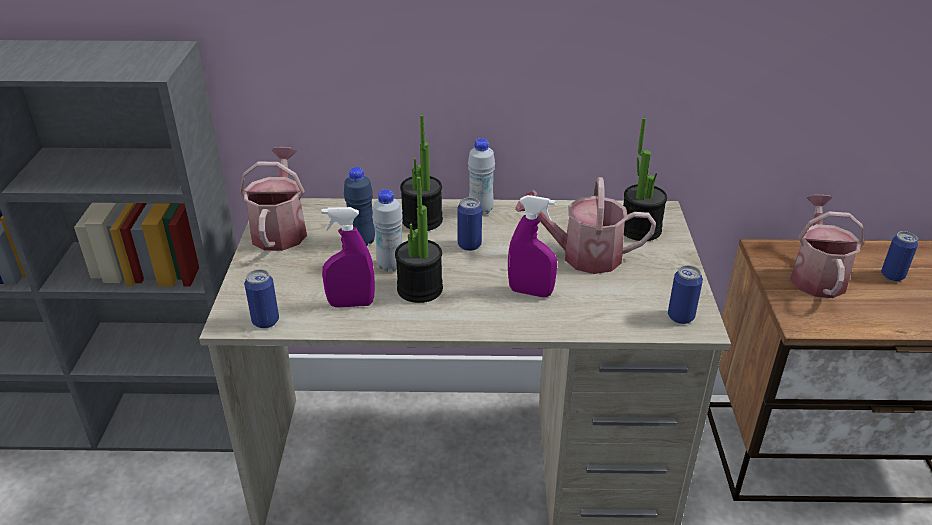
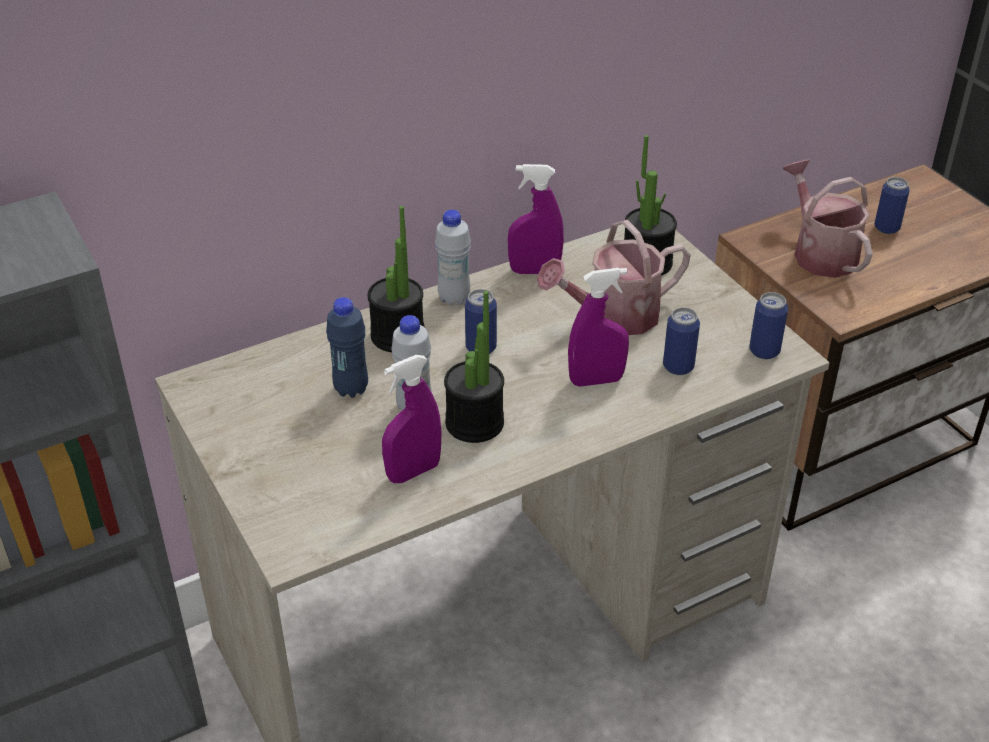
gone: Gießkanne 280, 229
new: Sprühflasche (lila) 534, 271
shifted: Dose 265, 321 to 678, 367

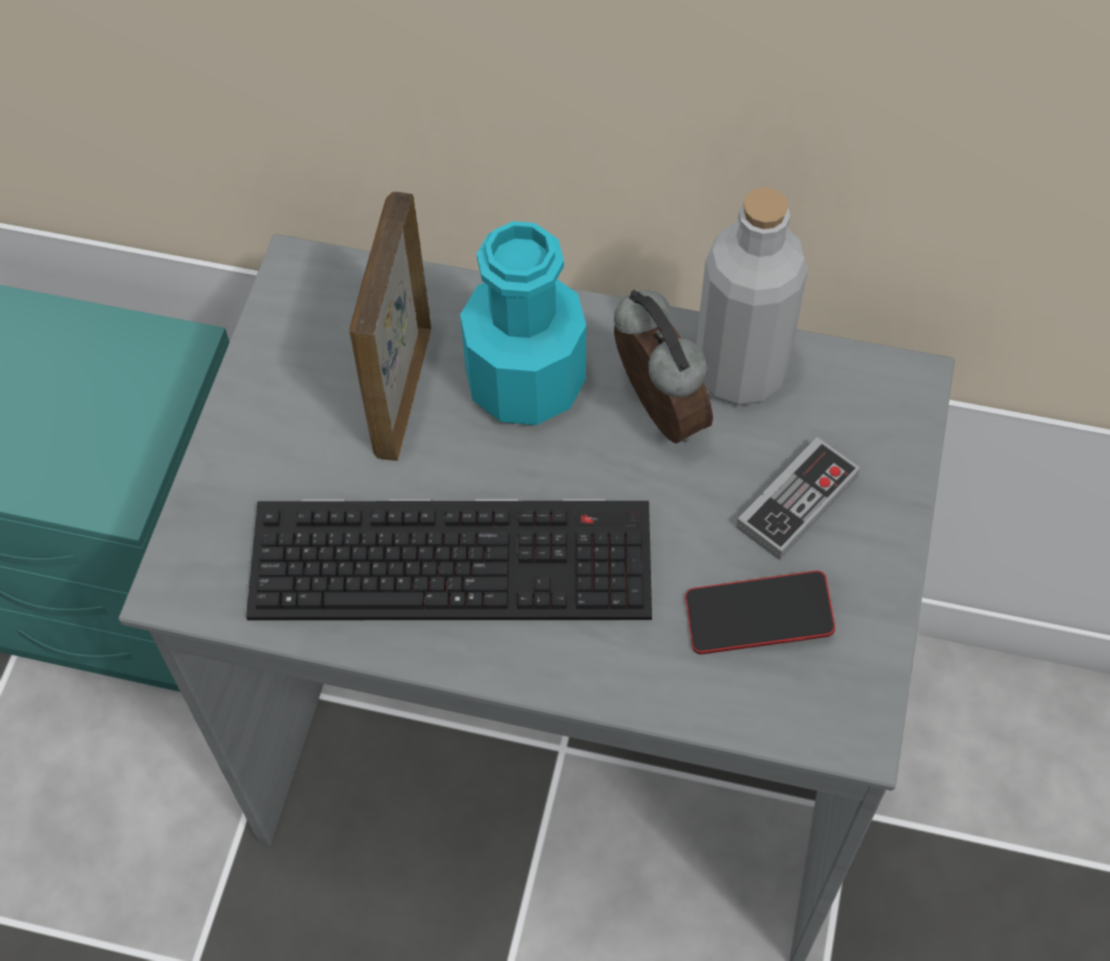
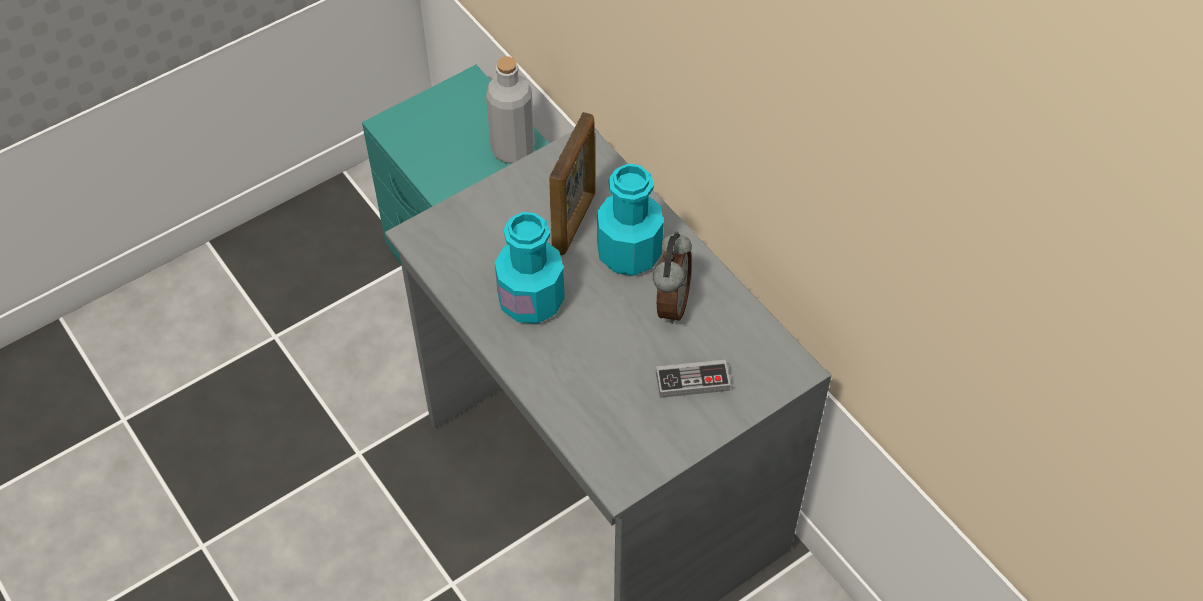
gone: Handy 758, 617
shifted: Flasche (grau) 740, 371 to 513, 150
swapped: Tastatur 456, 556 to Flasche (türkis) 531, 300
rotated: Bilderrahmen 402, 393 = 574, 222 150 degrees clockwise

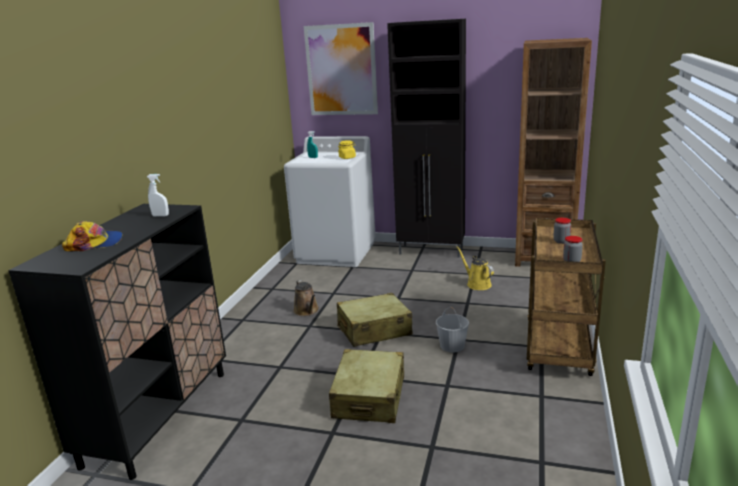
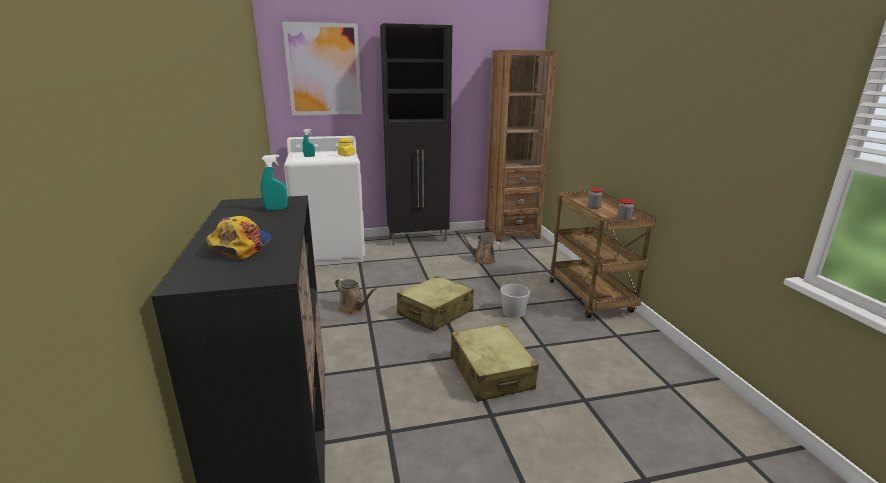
repainted: Sprühflasche (weiß) 160, 216 to Sprühflasche (türkis) 276, 209; Gießkanne (gelb) 477, 284 to Gießkanne (braun) 482, 260
rotated: Kappe 95, 243 = 240, 246 45 degrees counterclockwise

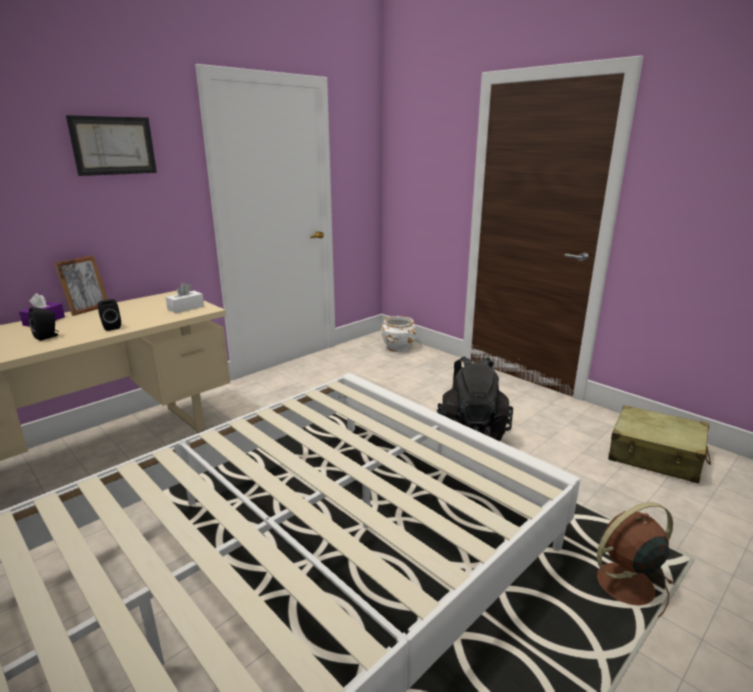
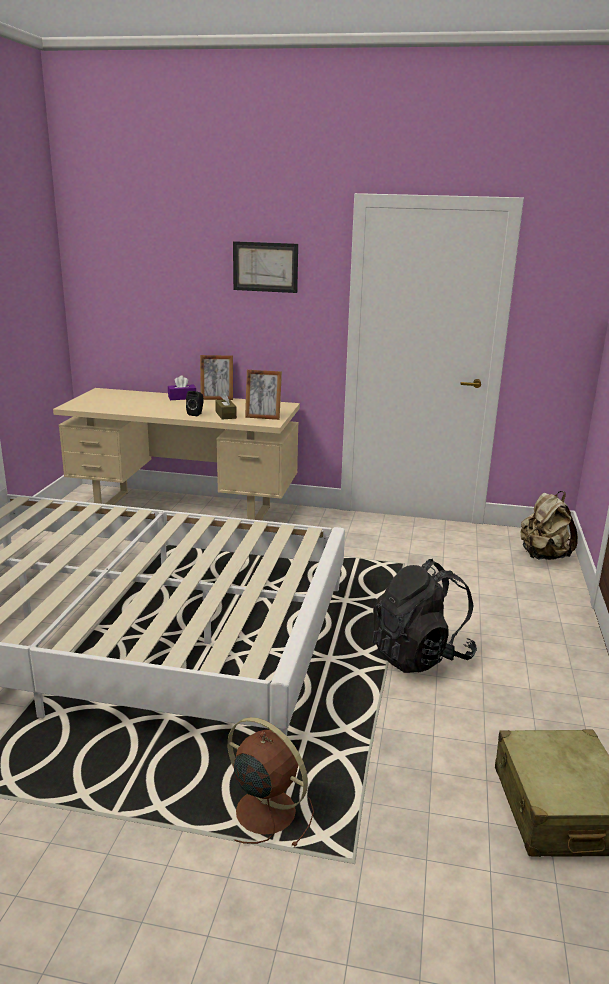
gone: Lautsprecher (schwarz) 48, 336
new: Taschentuchbox (braun) 226, 415
swapped: Taschentuchbox (weiß) 186, 308 to Bilderrahmen 263, 417; Pflanzkübel (weiß) 398, 347 to Rucksack (beige) 543, 556

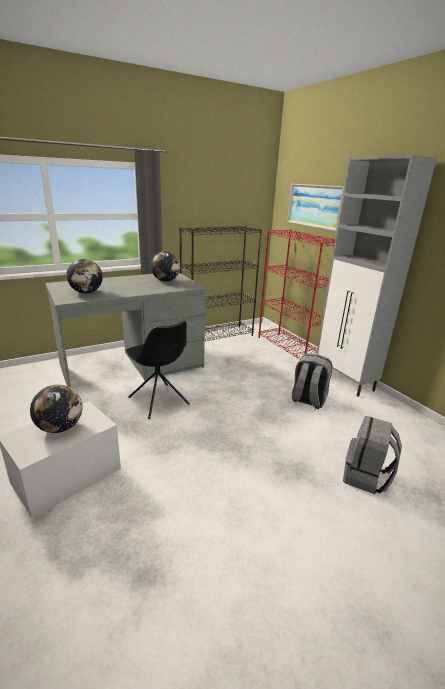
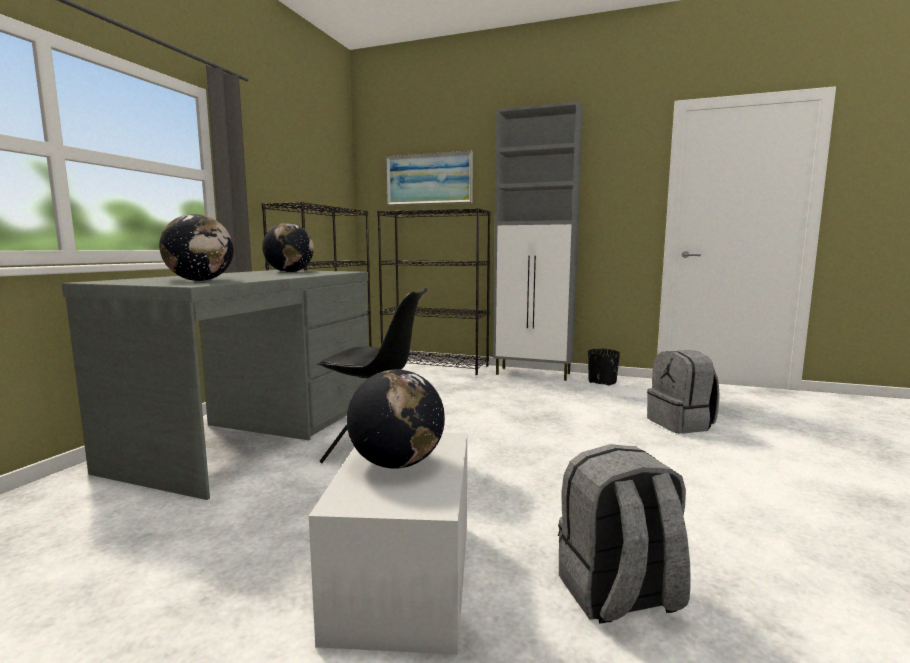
new: Pflanzkübel (schwarz) 602, 382
shifted: Rucksack (grau) 308, 400 to 618, 595
repainted: Bücherregal (rot) 290, 348 to Bücherregal (schwarz) 435, 366

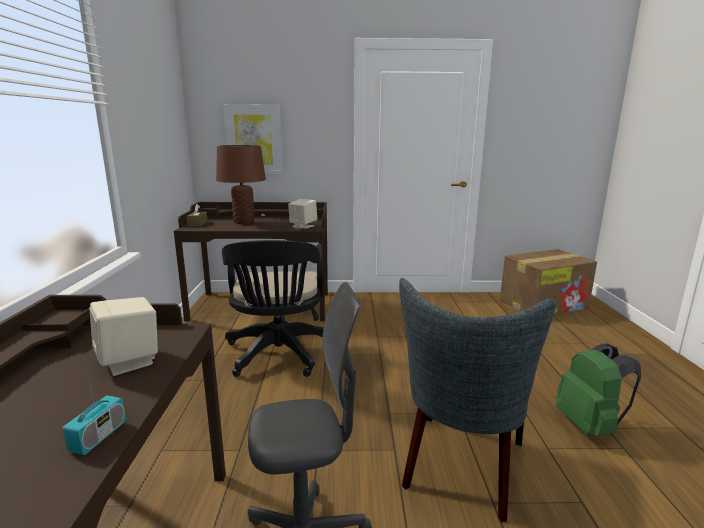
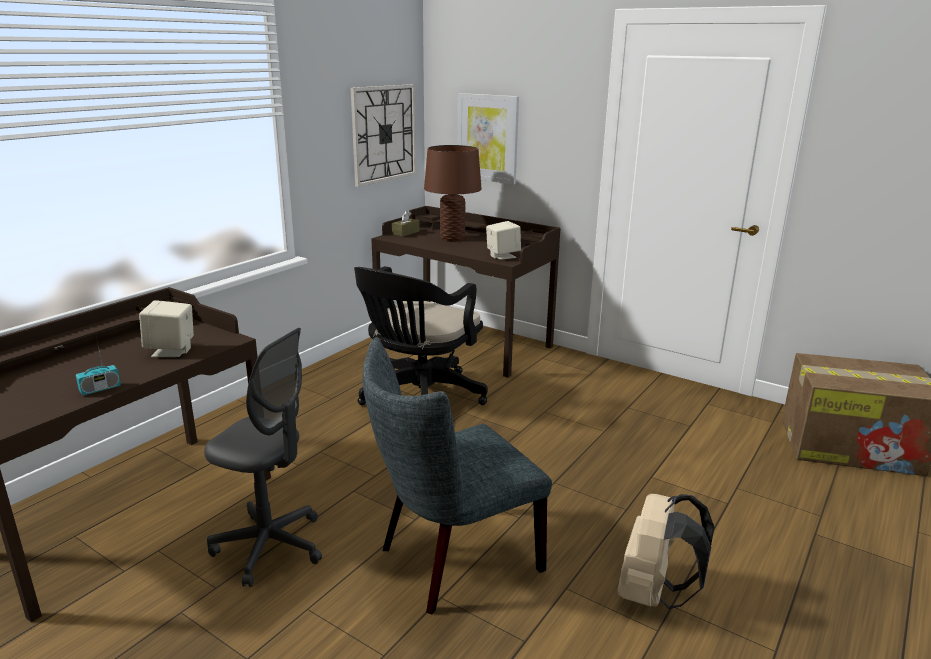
new: Wanduhr 384, 134
repainted: Rucksack (grün) 589, 425 to Rucksack (beige) 653, 594

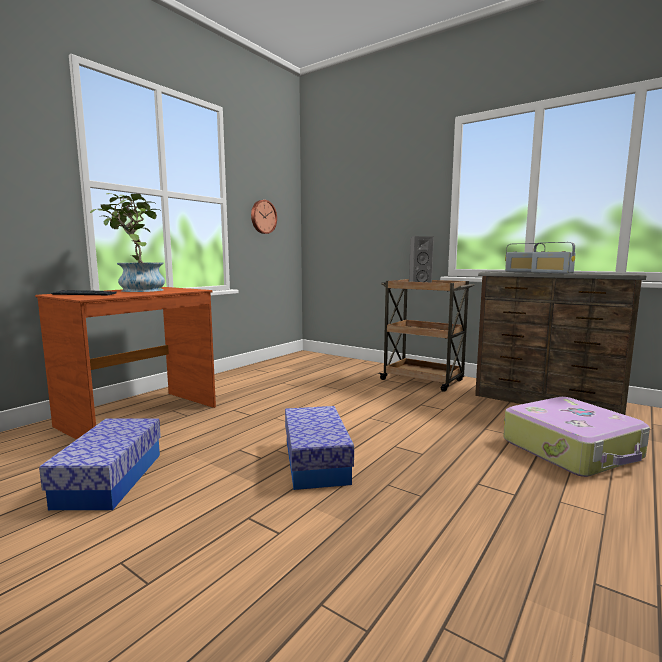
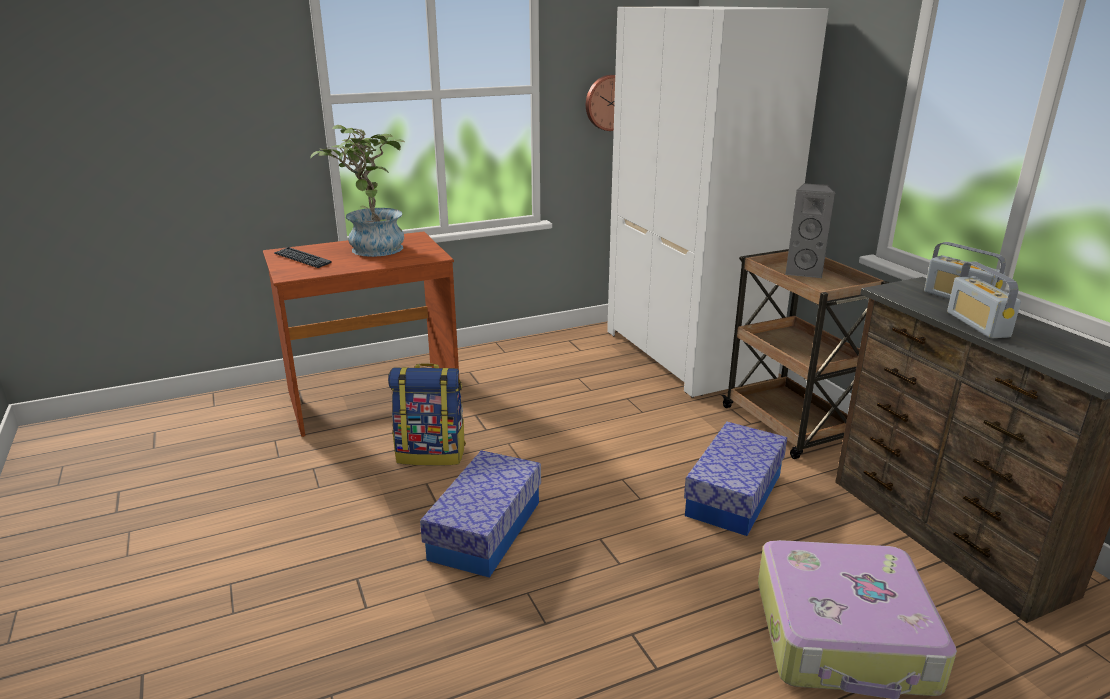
new: Rucksack 432, 454; Kleiderschrank (weiß) 689, 354
shifted: Aufbewahrungsbox 110, 479 to 734, 495

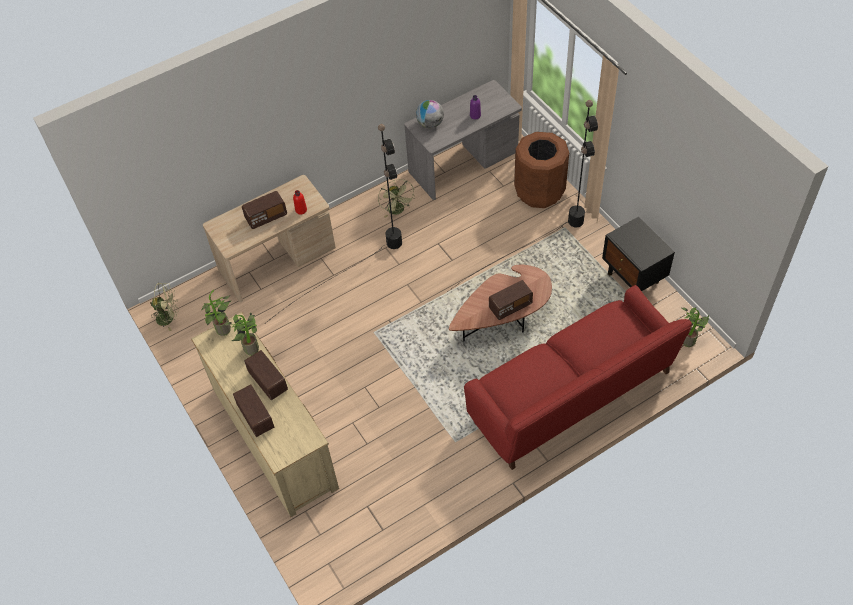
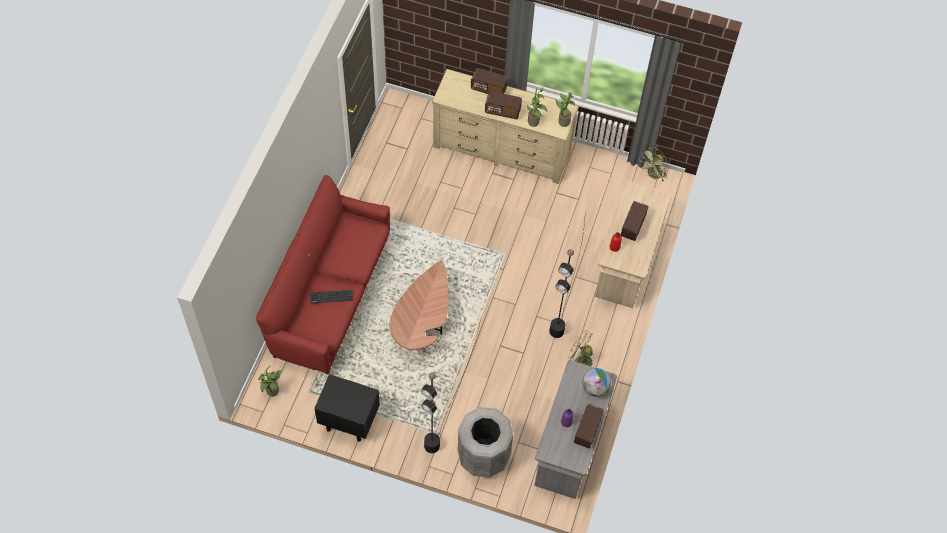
new: Tastatur 331, 296
shifted: Radio 510, 306 to 587, 430
repainted: Mülleimer (braun) 539, 192 to Mülleimer (grau) 483, 456

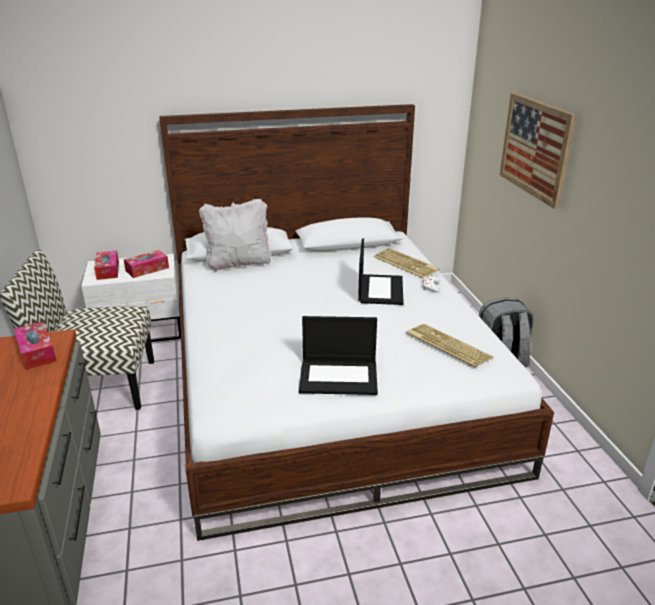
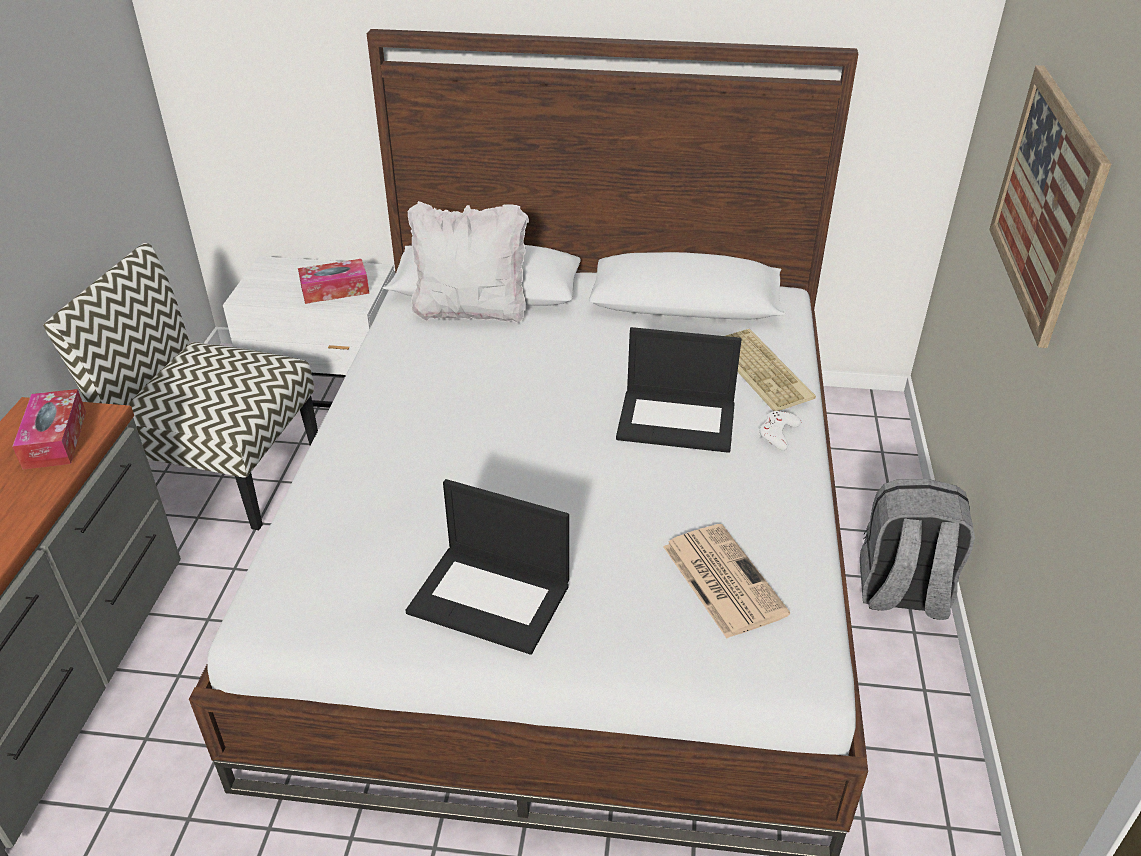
gone: Taschentuchbox 108, 270
swapped: Tastatur 446, 346 to Zeitung 721, 579
rotated: Laptop 380, 289 = 678, 420 75 degrees clockwise

